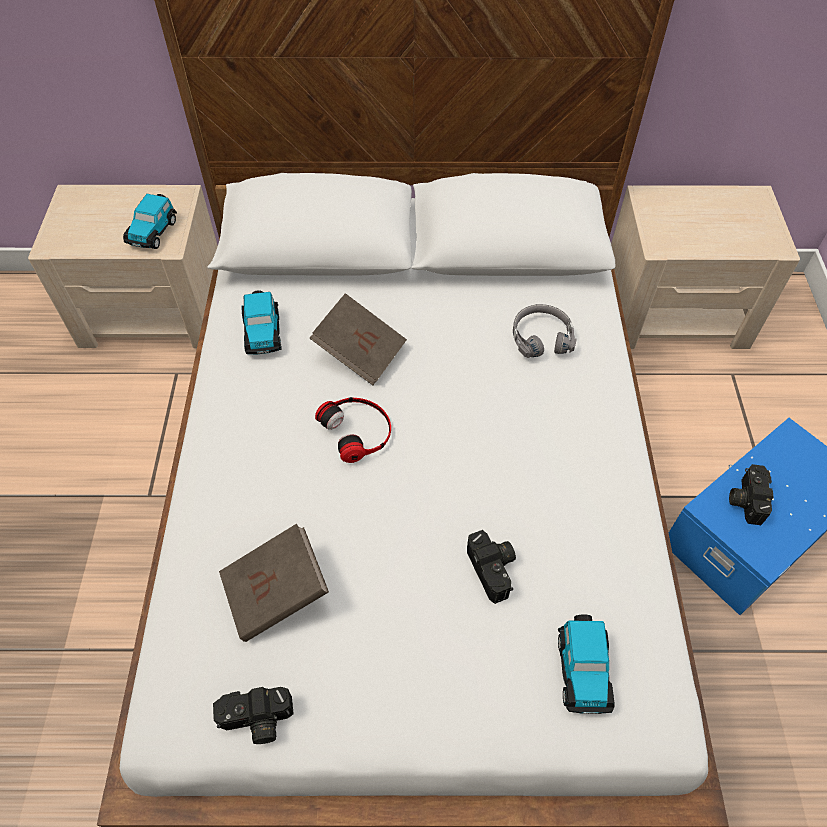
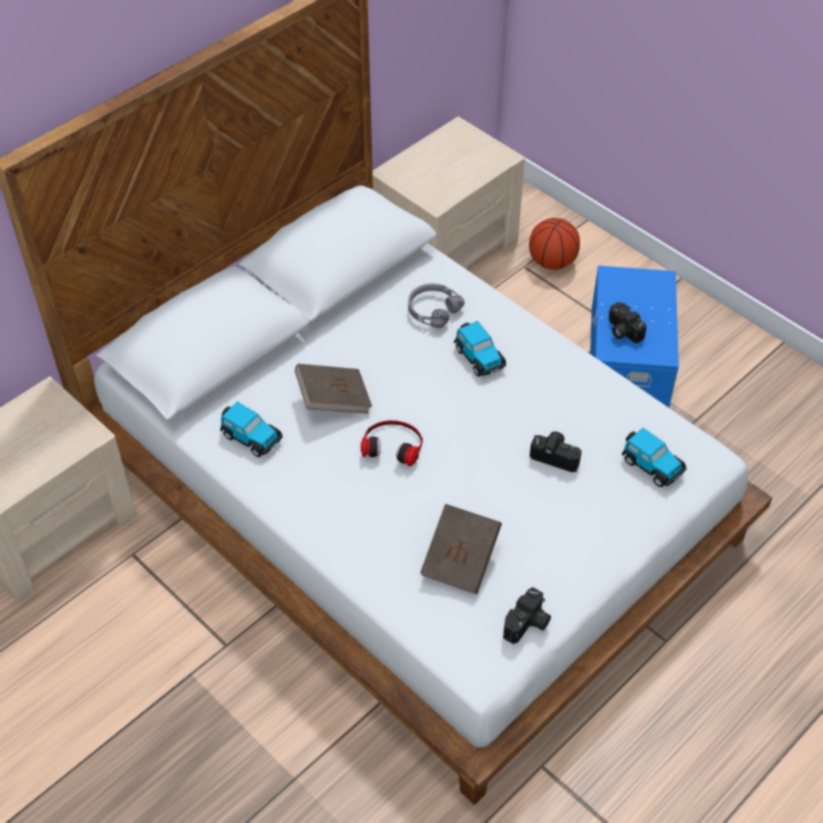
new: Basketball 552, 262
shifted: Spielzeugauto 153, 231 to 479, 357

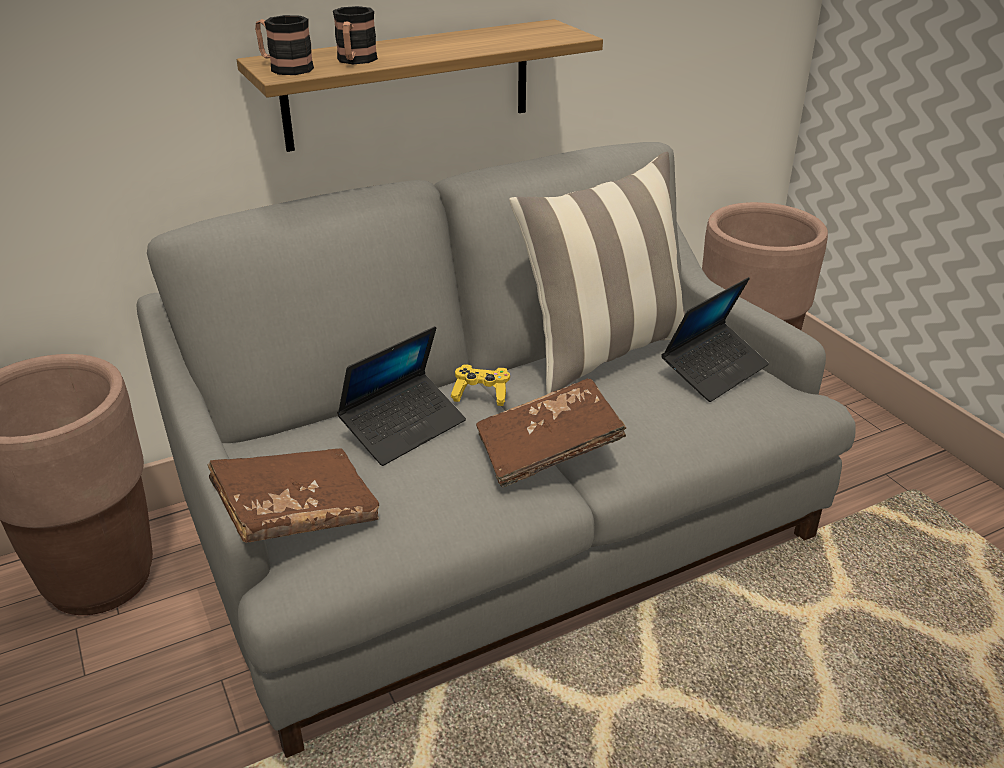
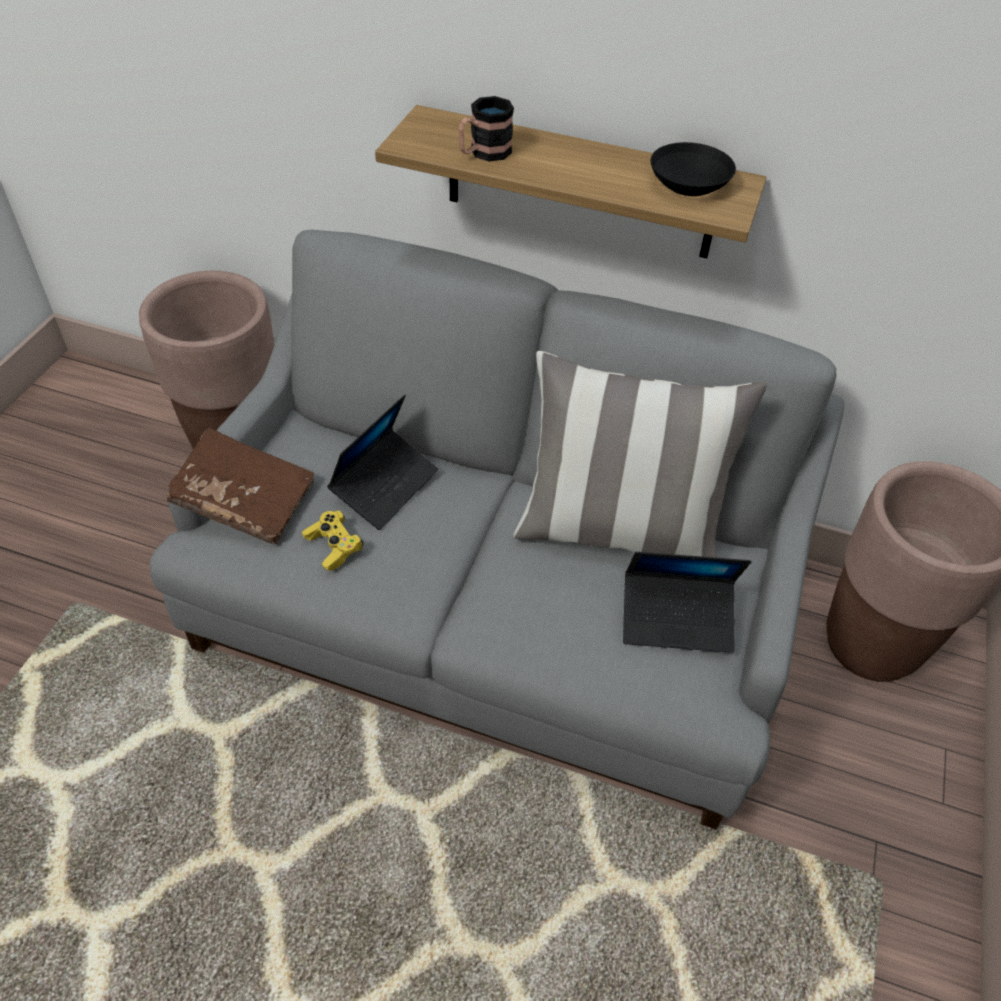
gone: Henkelbecher 285, 68; Buch (braun) 548, 450
new: Schüssel (schwarz) 686, 184
shifted: Gamepad (gelb) 481, 394 to 334, 546
rotated: Laptop 404, 427 = 385, 485 60 degrees counterclockwise

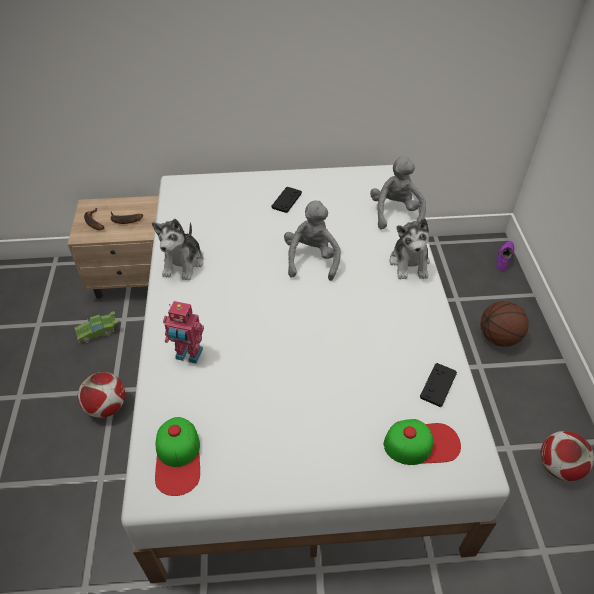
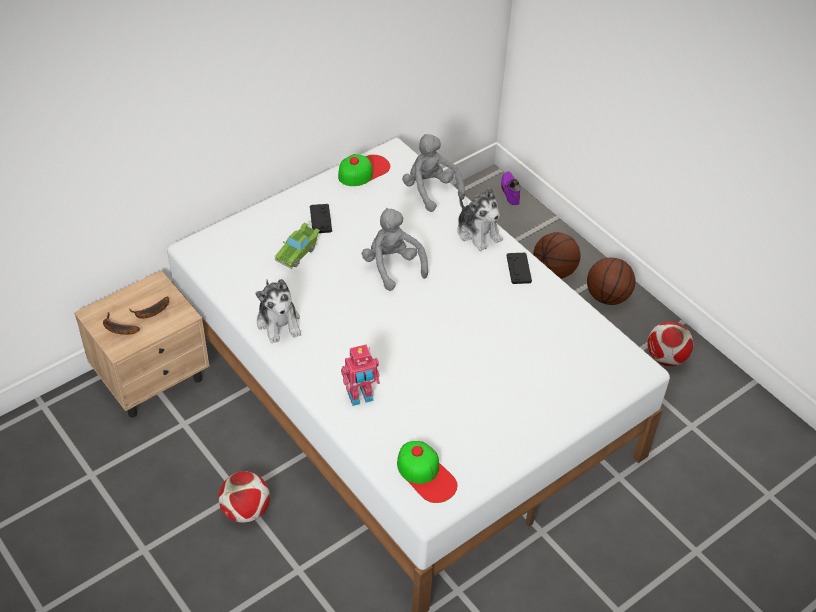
new: Basketball 607, 297
shifted: Spielzeugauto (grün) 98, 332 to 298, 252; Kappe 422, 443 to 363, 170; Gamepad (schwarz) 438, 385 to 518, 269

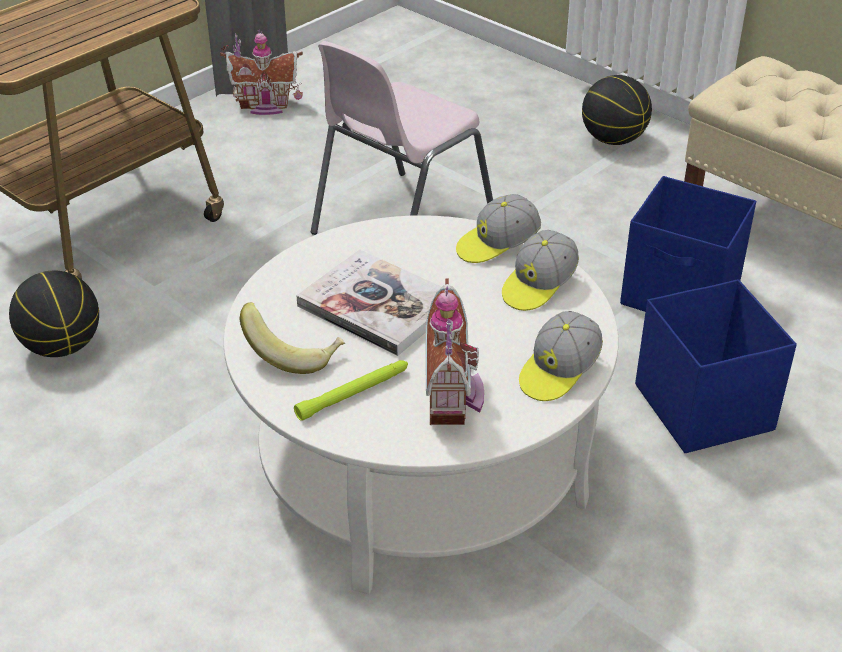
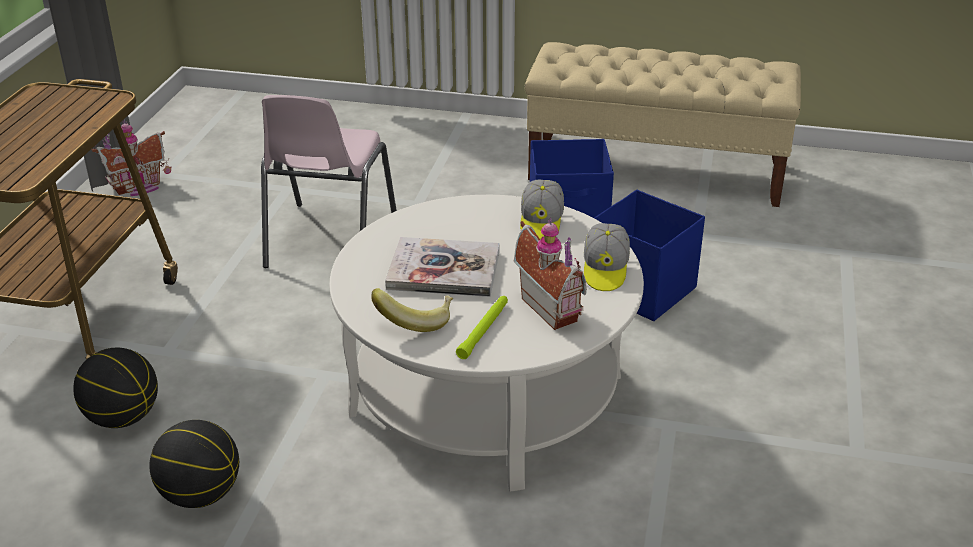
gone: Kappe 497, 245
shifted: Basketball 613, 139 to 201, 494

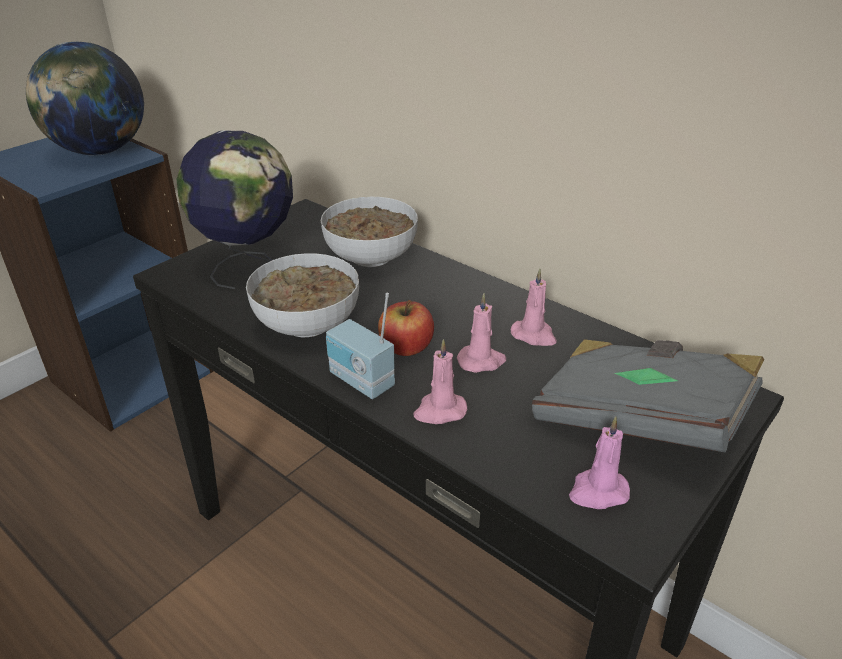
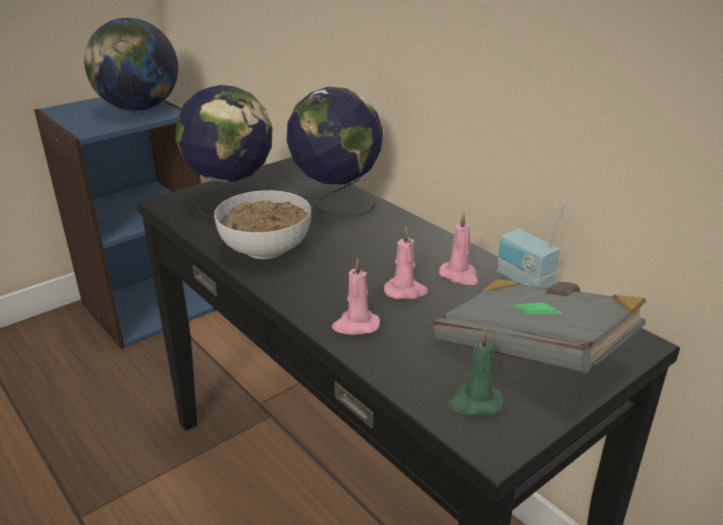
gone: Apfel 406, 347
shifted: Radio 360, 382 to 523, 282
swapped: Schüssel 369, 257 to Globus 335, 203
repainted: Kerze (rosa) 597, 492 to Kerze (grün) 474, 402

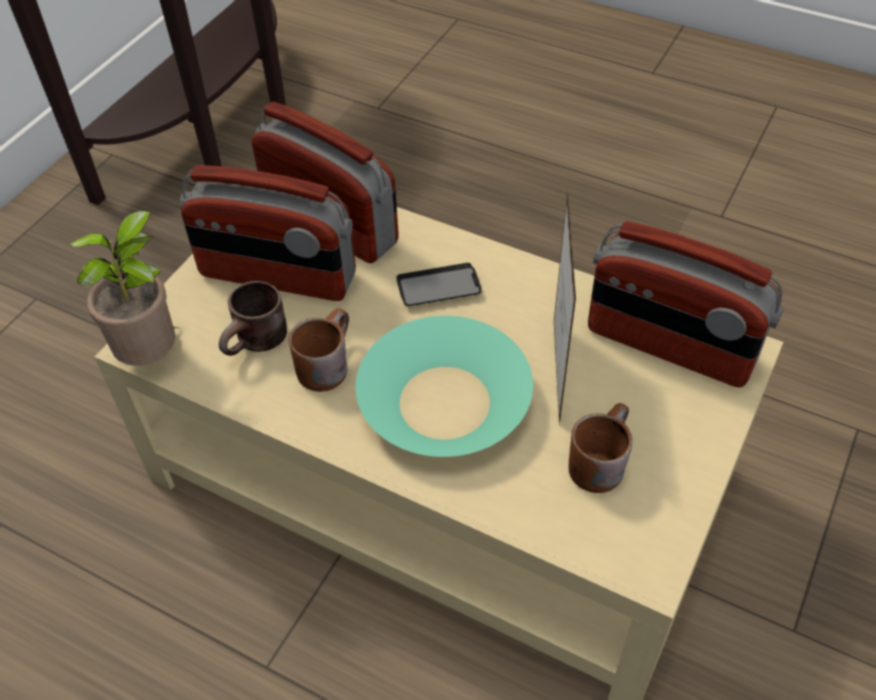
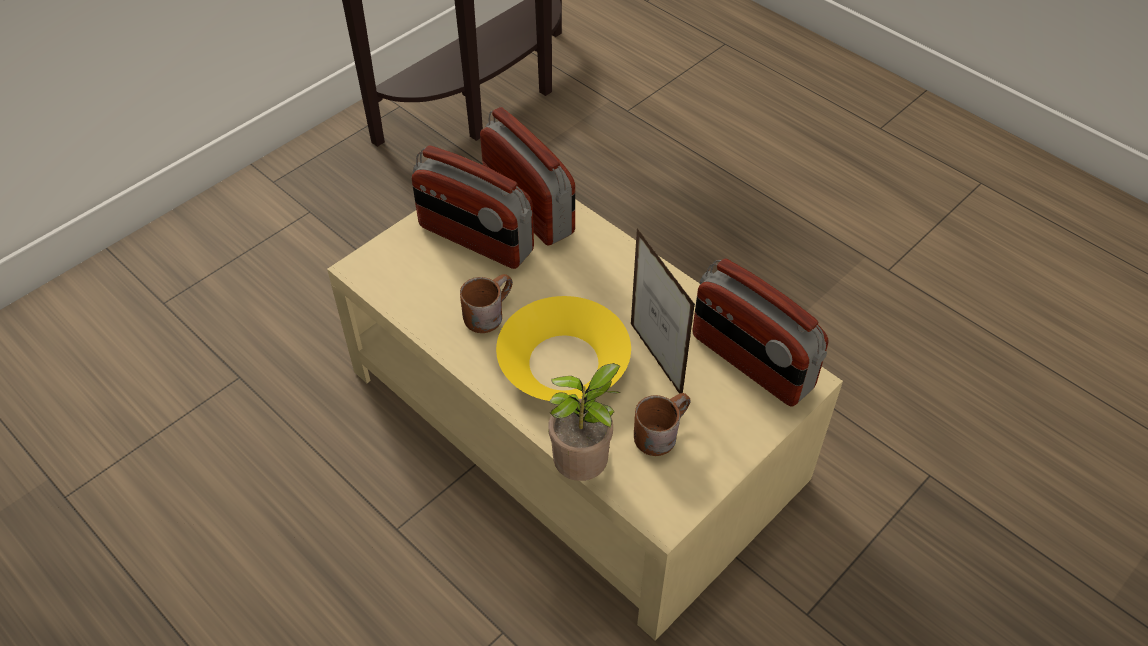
gone: Henkelbecher (braun) 259, 344; Handy 438, 286
shifted: Topfpflanze 154, 356 to 584, 468
repainted: Schüssel (türkis) 444, 401 to Schüssel (gelb) 563, 361
rotated: Bilderrahmen 556, 371 = 655, 360 45 degrees counterclockwise

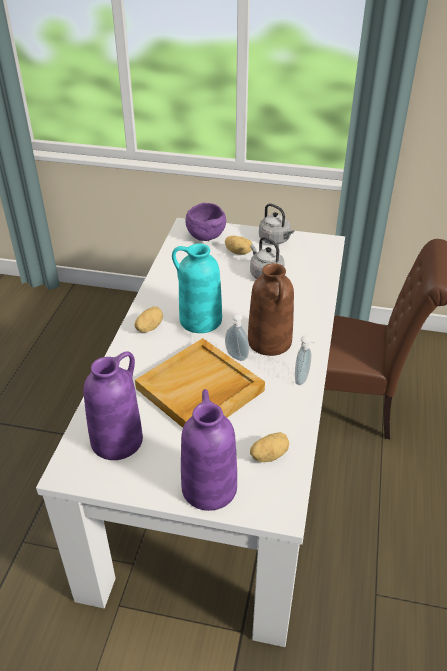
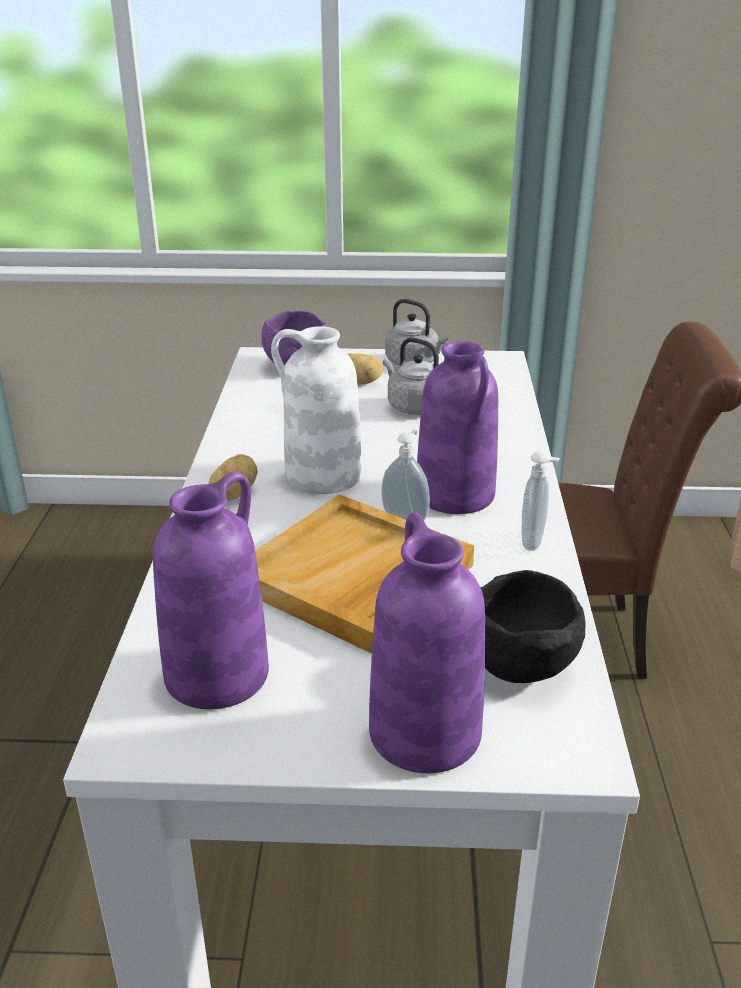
swapped: Kartoffel 268, 455 to Schüssel (schwarz) 518, 663
repainted: Vase (türkis) 200, 320 to Vase (weiß) 322, 476; Vase (braun) 270, 342 to Vase (lila) 456, 495

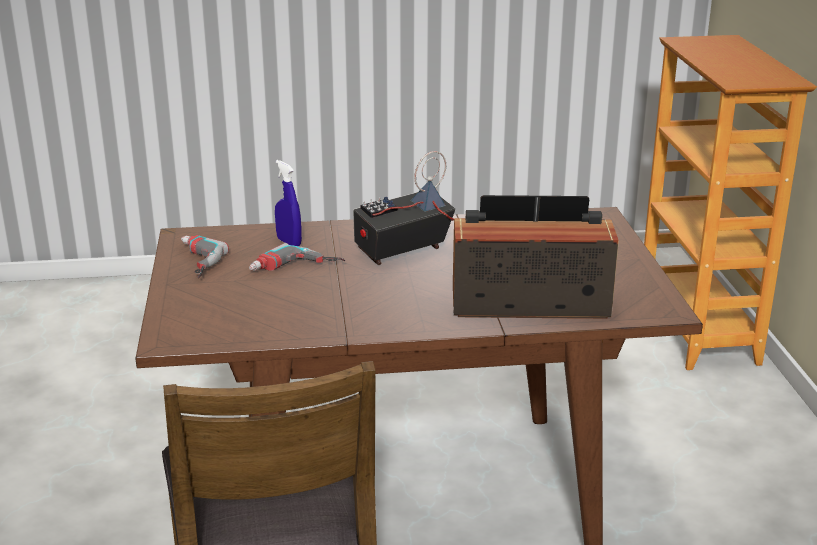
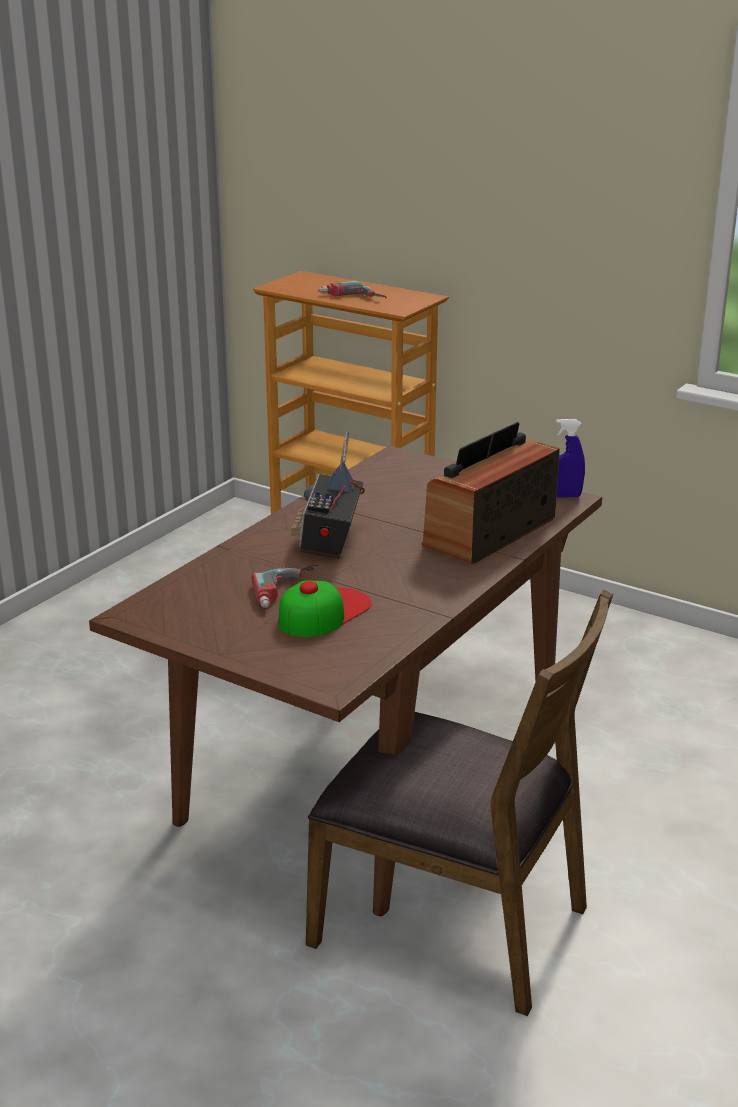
new: Kappe 324, 612
shifted: Bohrmaschine 192, 262 to 351, 298; Sprühflasche (blau) 289, 242 to 564, 496

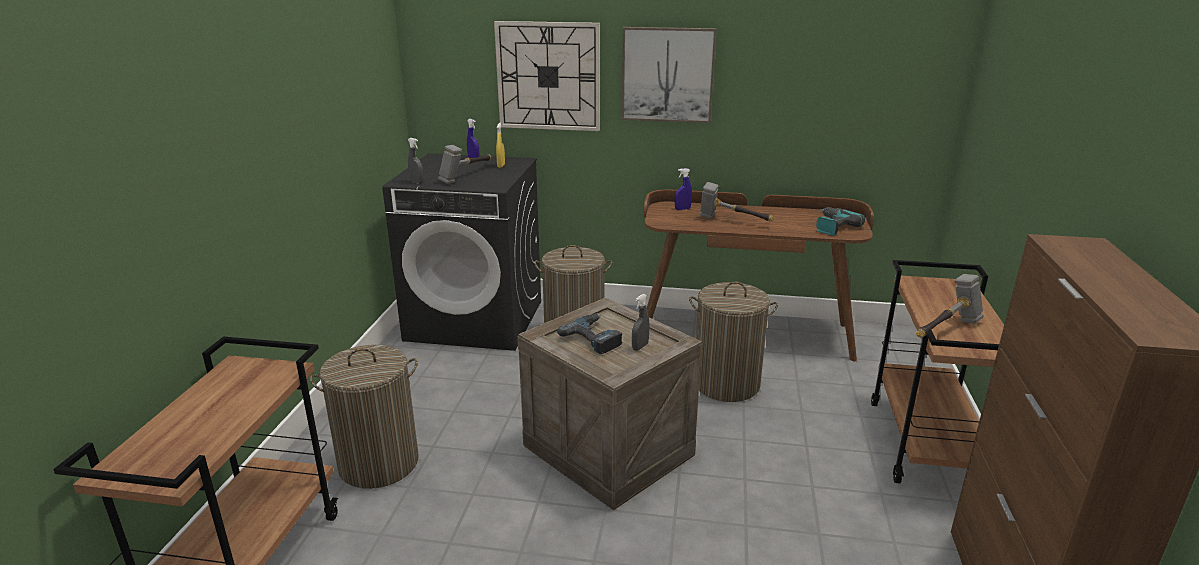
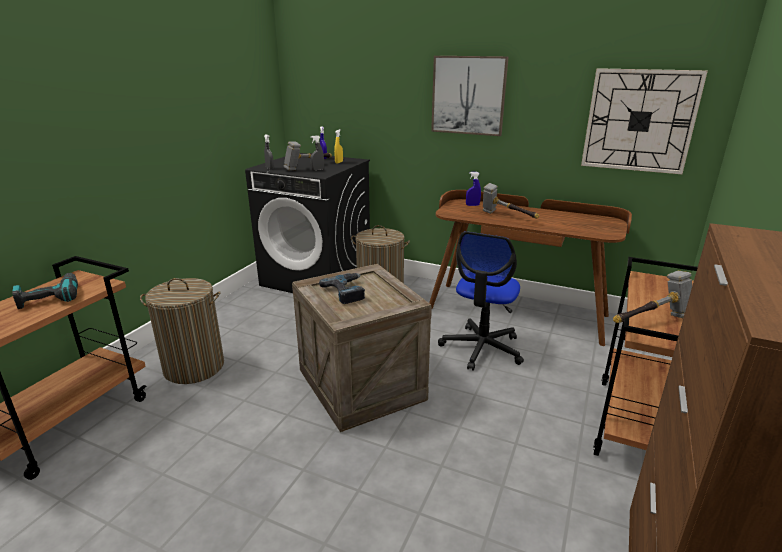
shifted: Wanduhr 548, 76 to 639, 121; Sprühflasche (grau) 640, 347 to 317, 170; Bohrmaschine 832, 227 to 50, 297
swapped: Wäschekorb 726, 384 to Bürostuhl 481, 348

